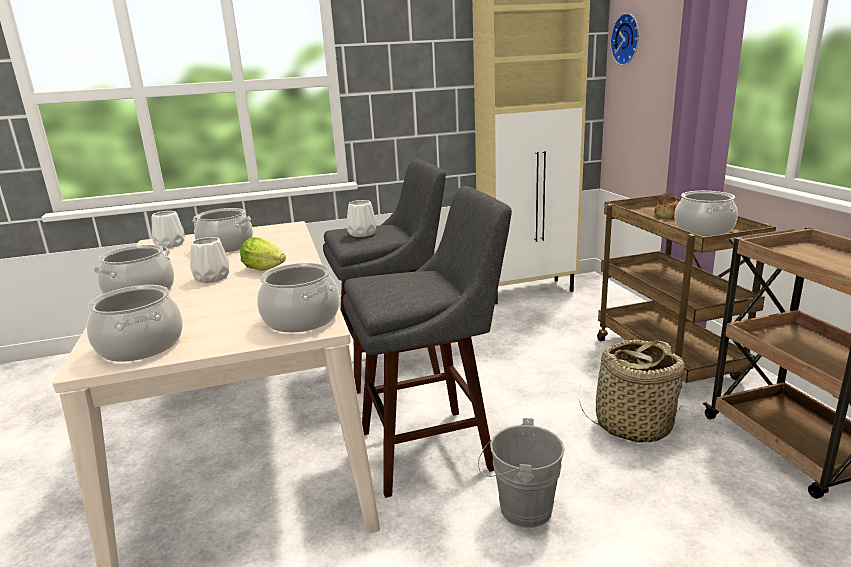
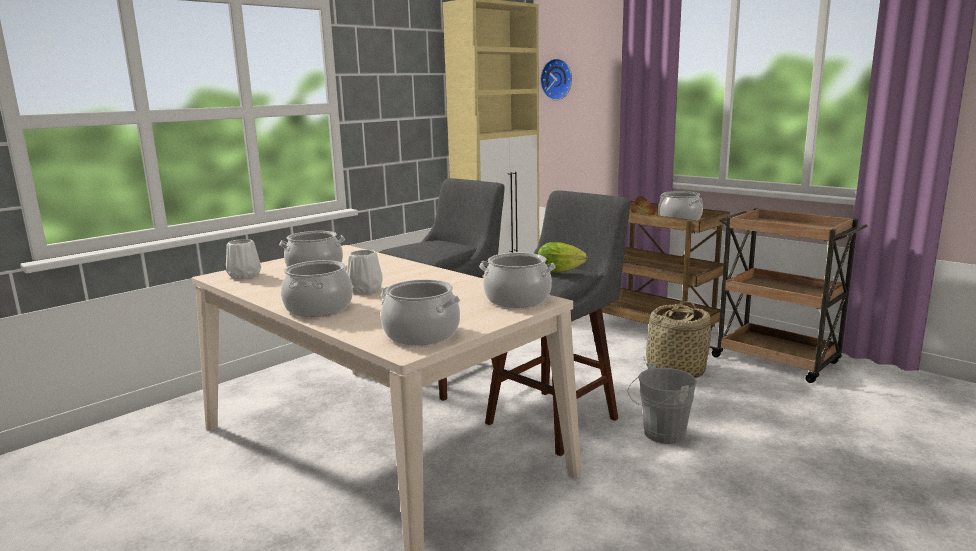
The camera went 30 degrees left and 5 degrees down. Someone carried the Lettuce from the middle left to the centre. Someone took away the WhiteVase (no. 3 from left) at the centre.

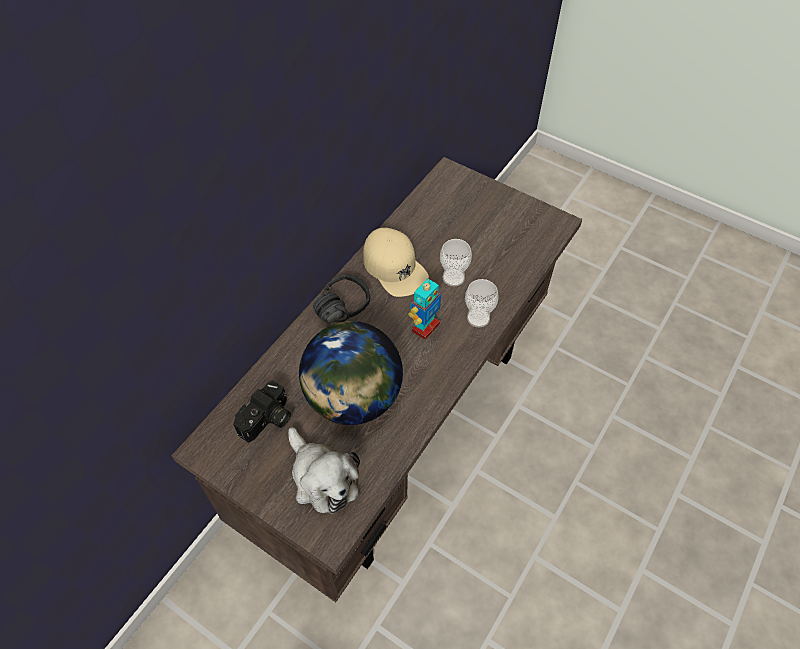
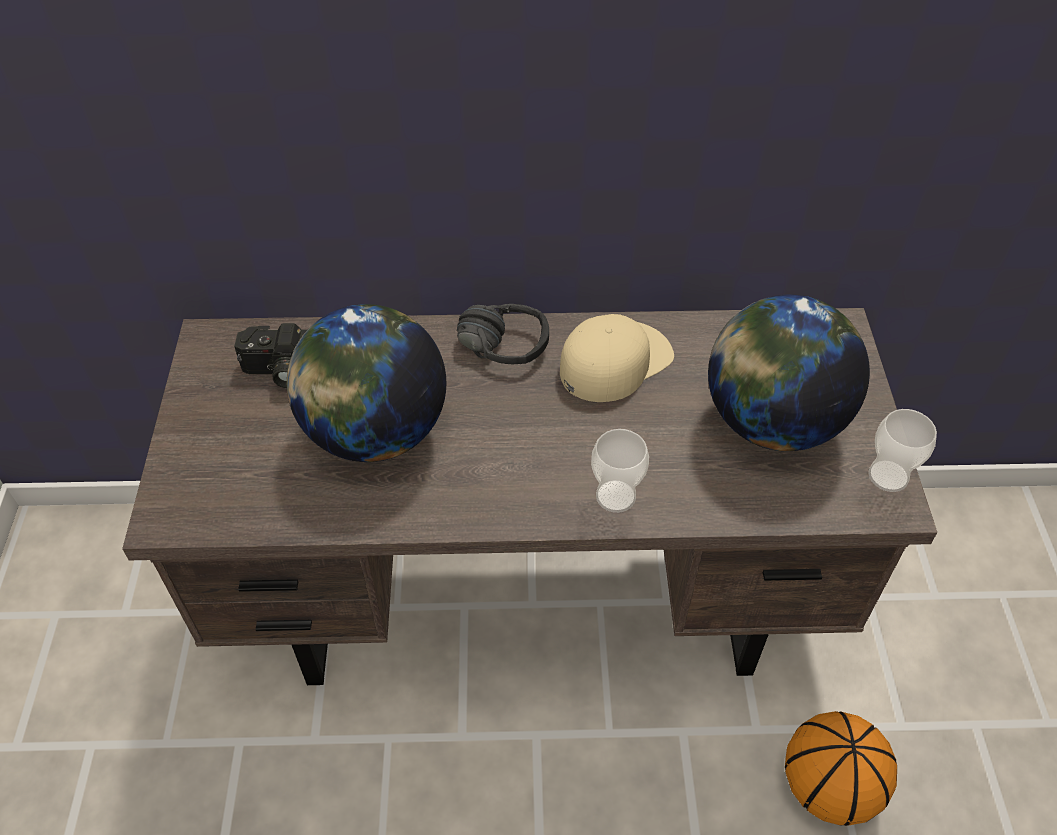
The camera went 55 degrees right and 5 degrees down. Someone took away the PlushToy at the bottom centre. Someone rotated the BeigeCap at the centre by 150 degrees counterclockwise. Someone took away the ToyRobot at the centre. Someone carried the Cup (no. 1 from left in the first image) from the centre to the middle right. Someone put down the Globe (no. 2 from left) at the middle right. Someone put down the Basketball at the bottom right.

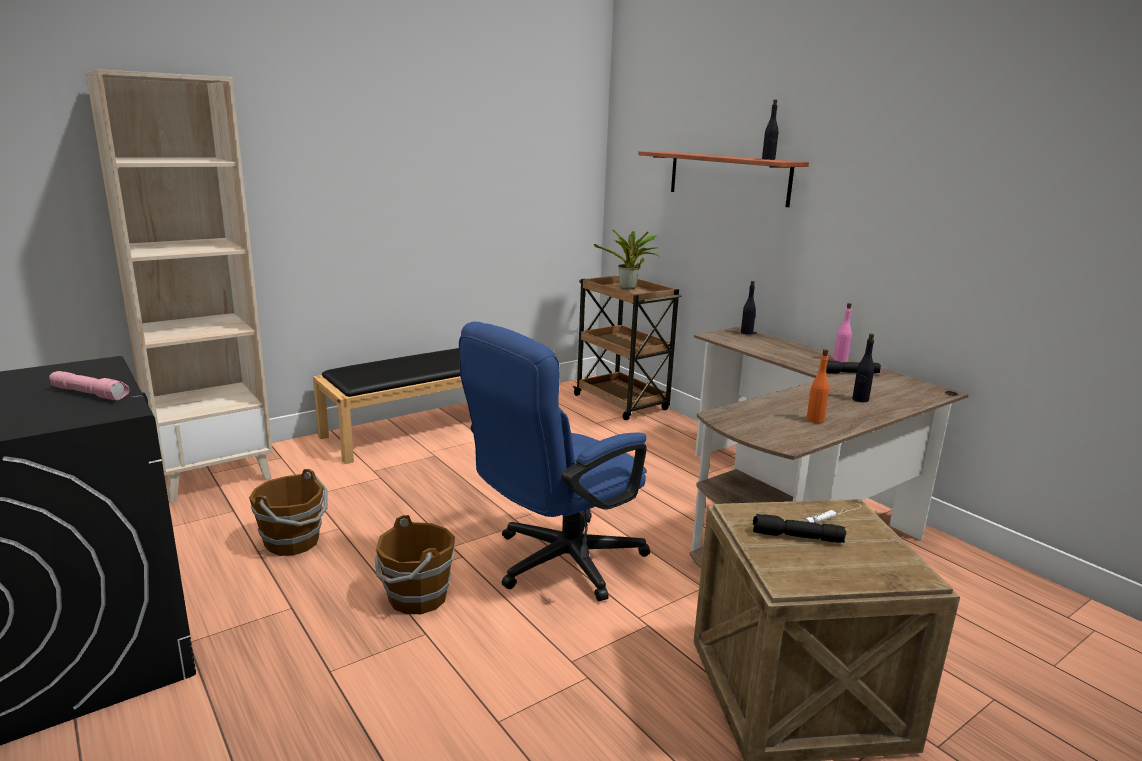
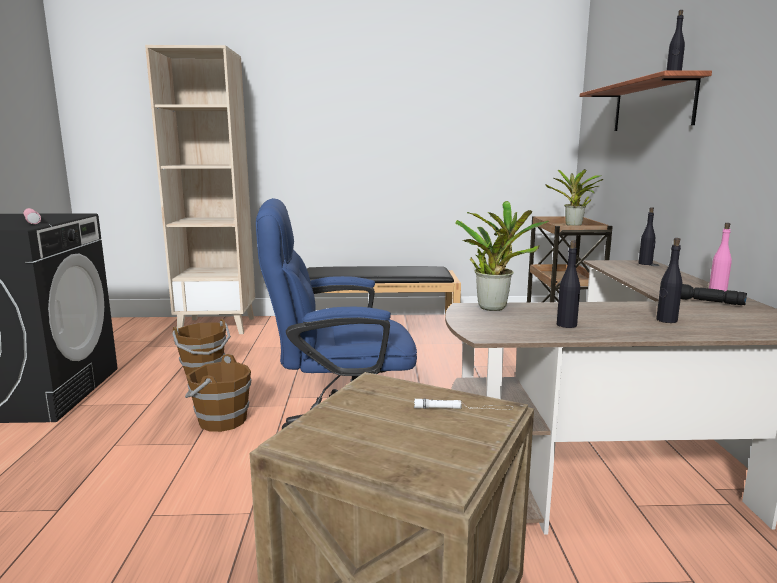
The camera went 35 degrees right and 5 degrees down. Someone took away the BlackFlashlight (no. 1 from left) at the bottom right. Someone repainted the OrangeBottle at the middle right, which became the BlackBottle (no. 1 from left) at the middle right. Someone put down the PottedPlant (no. 1 from left) at the centre.

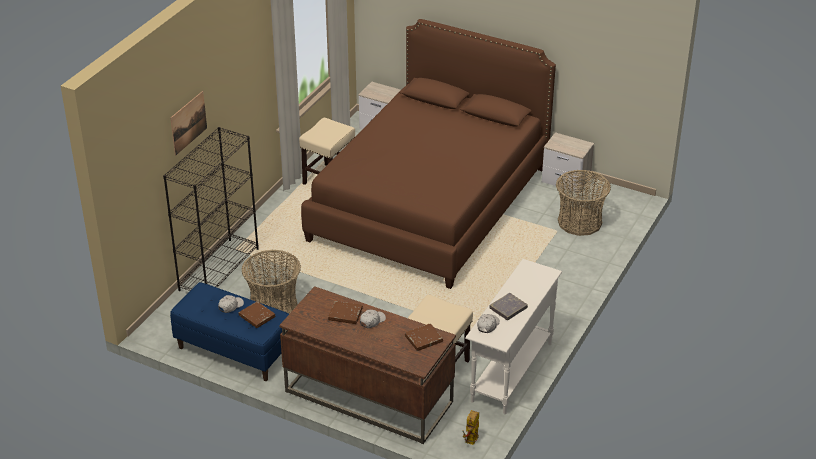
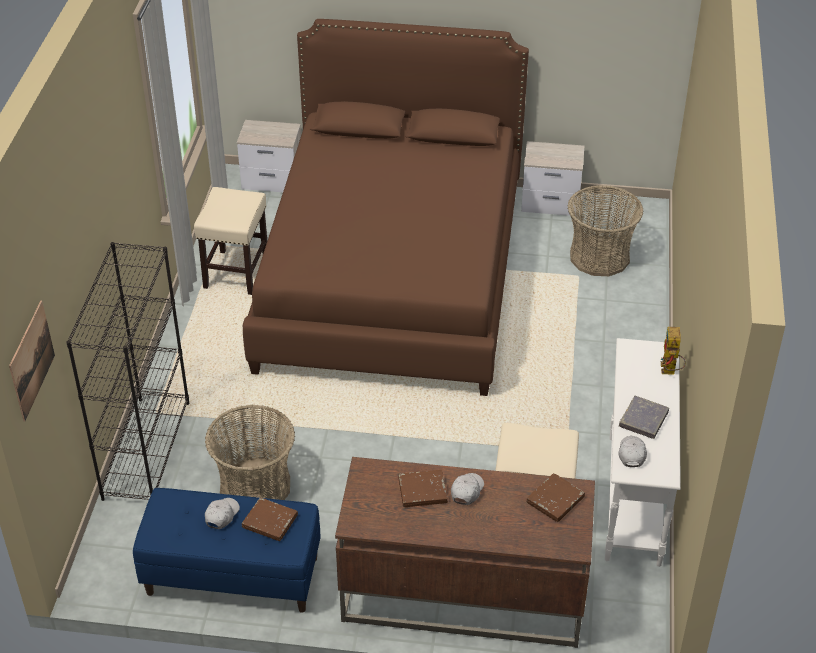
The camera went 20 degrees left and 5 degrees up. Someone carried the Picture from the top left to the middle left. Someone carried the ToyRobot from the bottom centre to the middle right.

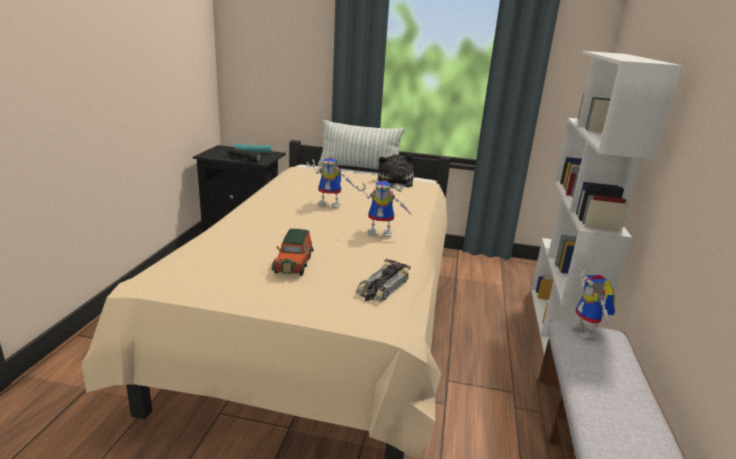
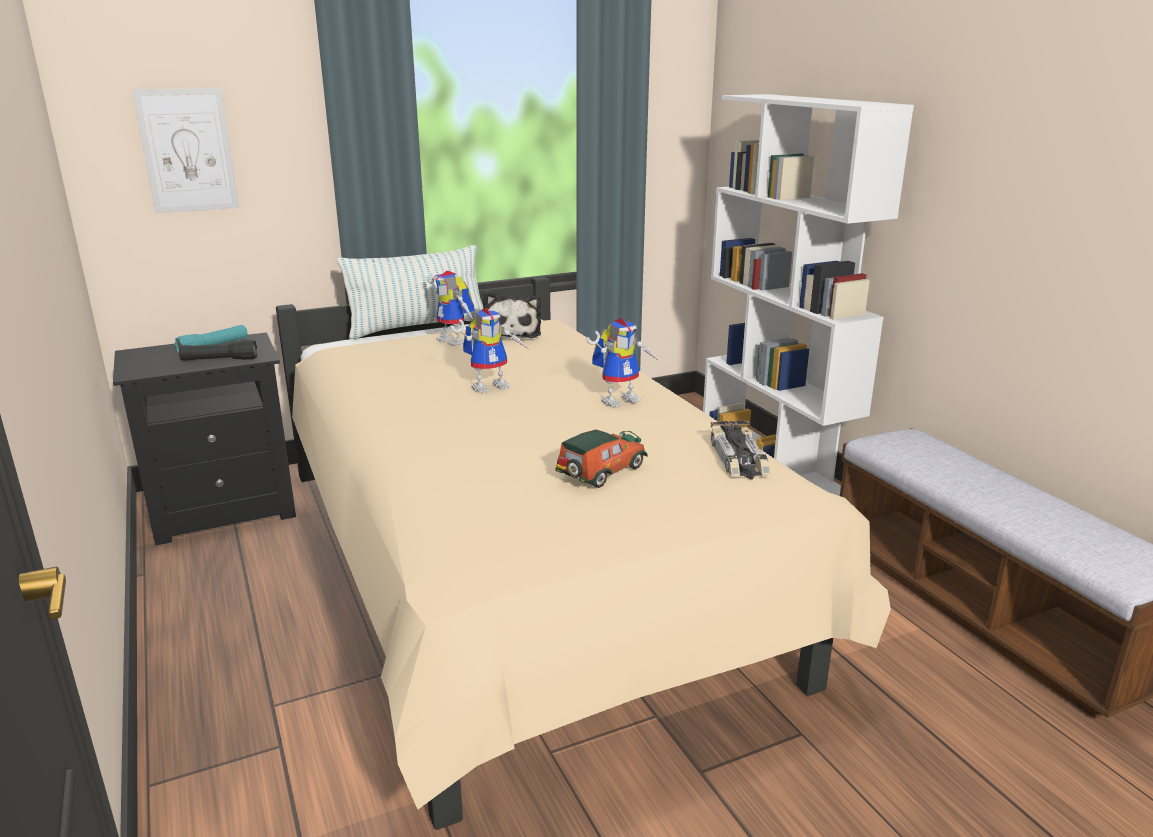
The camera went 35 degrees left and 0 degrees up. Someone rotated the ToyCar (no. 1 from left) at the centre by 105 degrees counterclockwise. Someone rotated the PlushToy at the centre by 150 degrees counterclockwise. Someone carried the ToyRobot (no. 3 from left in the first image) from the middle right to the centre. Someone put up the Picture at the top left.

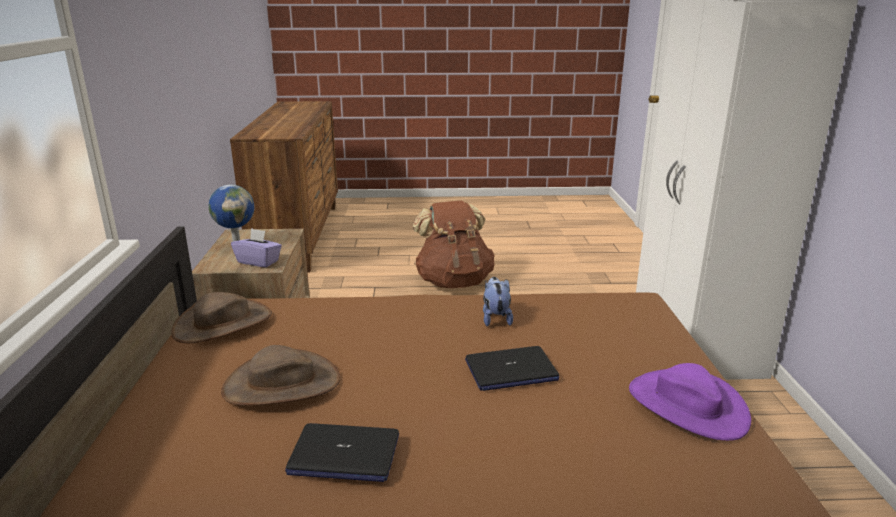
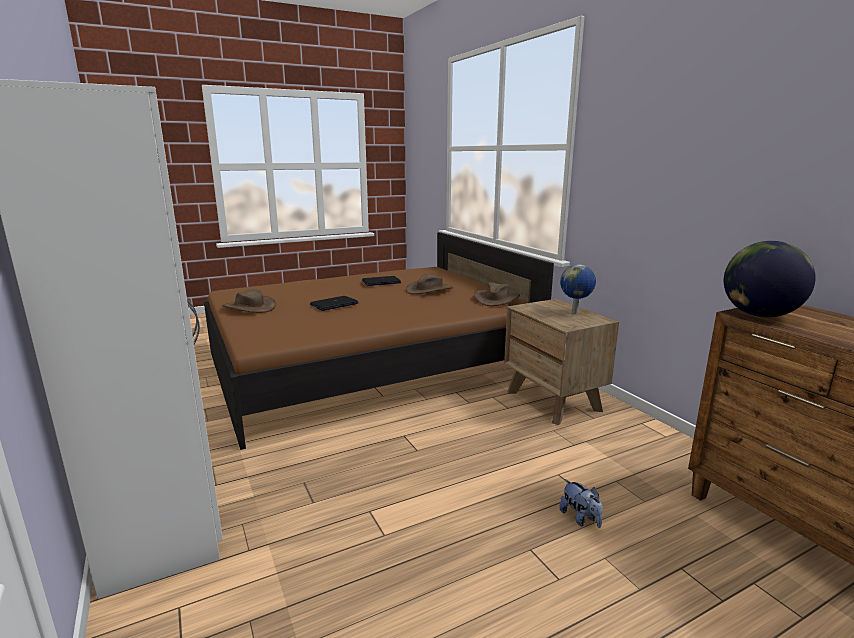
The camera went 155 degrees right and 5 degrees down. Someone took away the PurpleTissueBox at the middle left. Someone took away the BrownBackpack at the centre. Someone carried the PlushToy from the centre to the bottom right. Someone repainted the PurpleHat at the bottom right, which became the BrownHat (no. 1 from left) at the middle left. Someone put down the Globe (no. 2 from left) at the middle right.

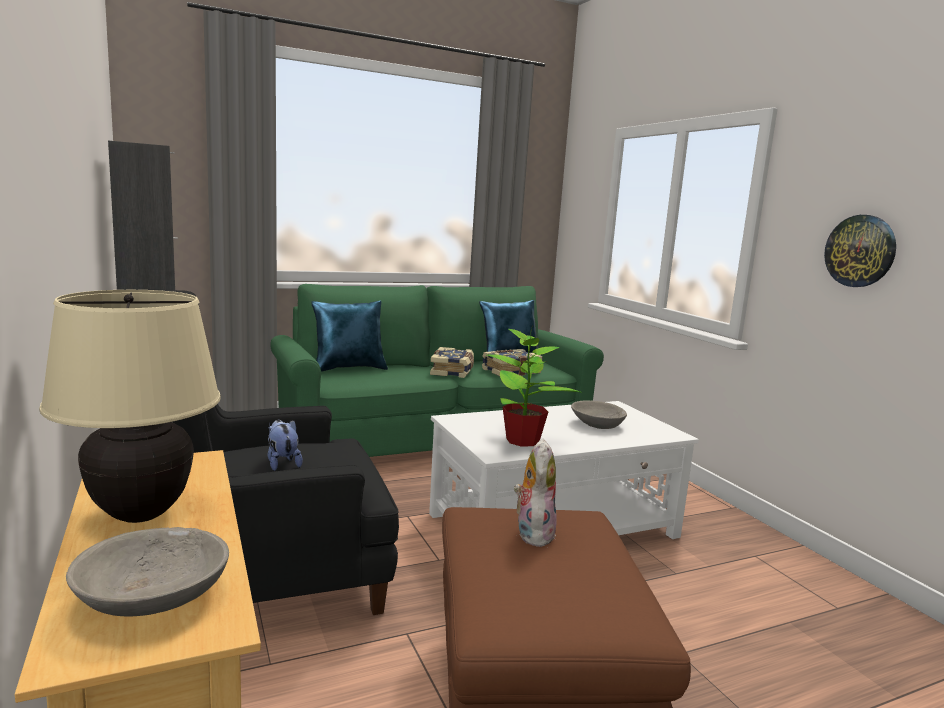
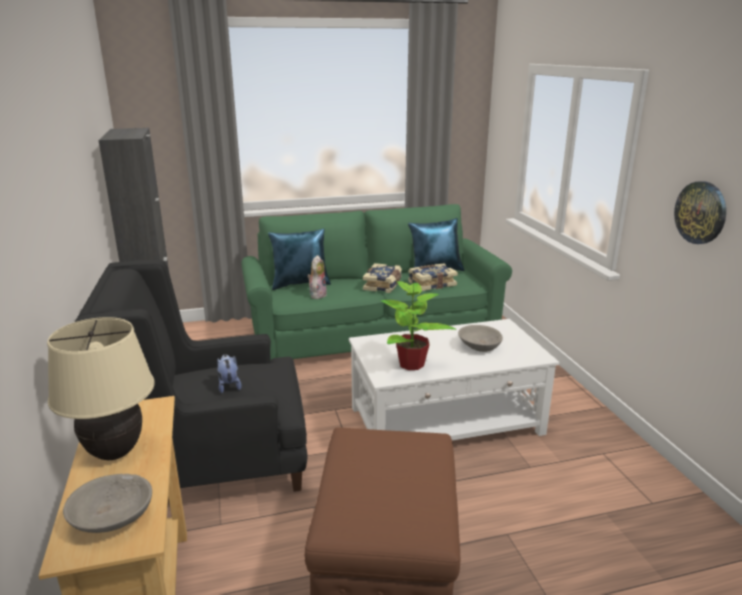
The camera went 10 degrees right and 10 degrees up. Someone carried the PlushToy (no. 2 from left) from the bottom centre to the centre.

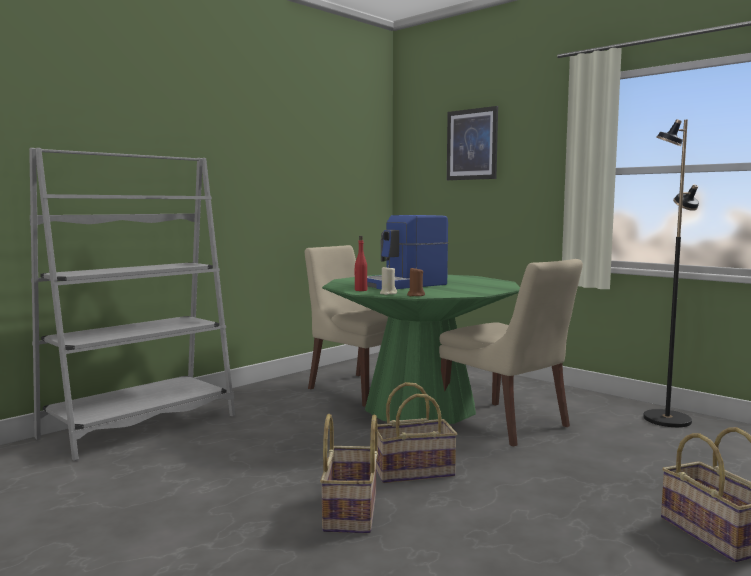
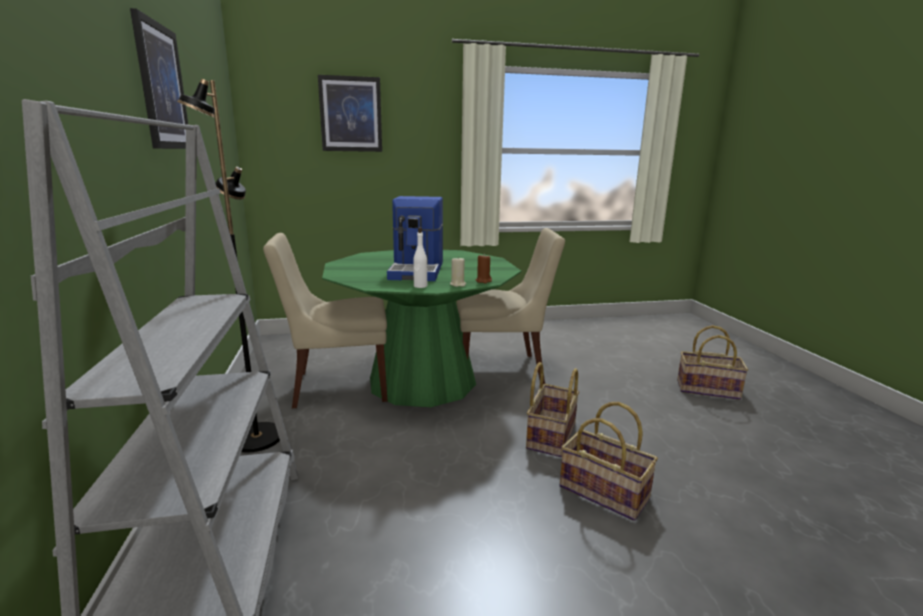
The camera went 55 degrees left and 10 degrees up. Someone repainted the RedBottle at the centre, which became the WhiteBottle at the centre. Someone carried the BlackFloorLamp from the middle right to the middle left. Someone put up the Picture (no. 1 from left) at the top left.

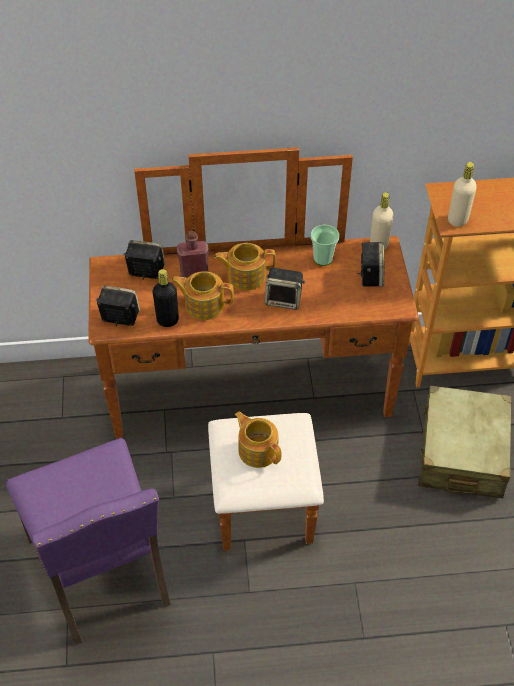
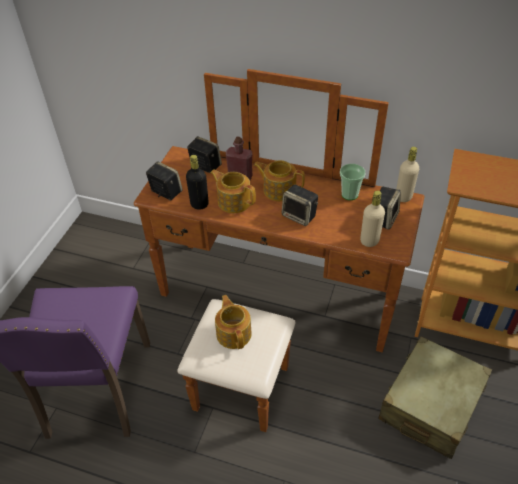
The camera went 25 degrees right and 5 degrees down. Someone carried the BeigeBottle (no. 2 from left in the first image) from the top right to the middle right.

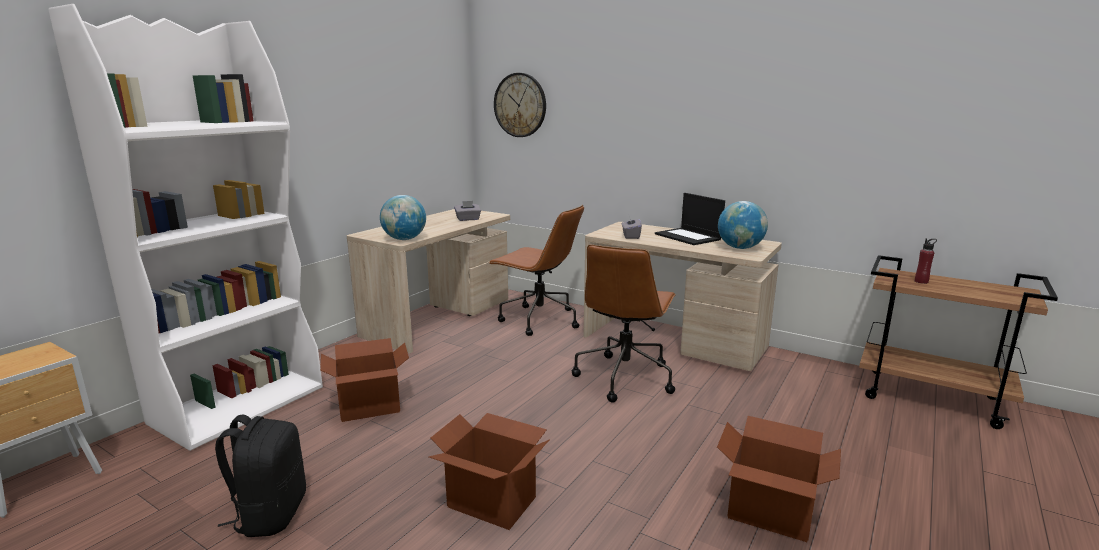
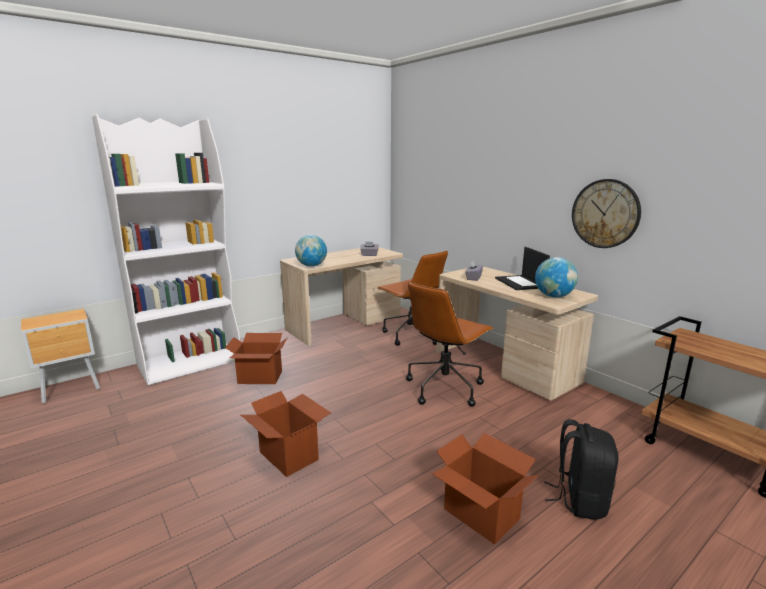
The camera went 20 degrees right and 0 degrees up. Someone carried the BlackBackpack from the bottom left to the bottom right. Someone carried the WallClock from the top centre to the middle right. Someone took away the RedBottle at the middle right.

